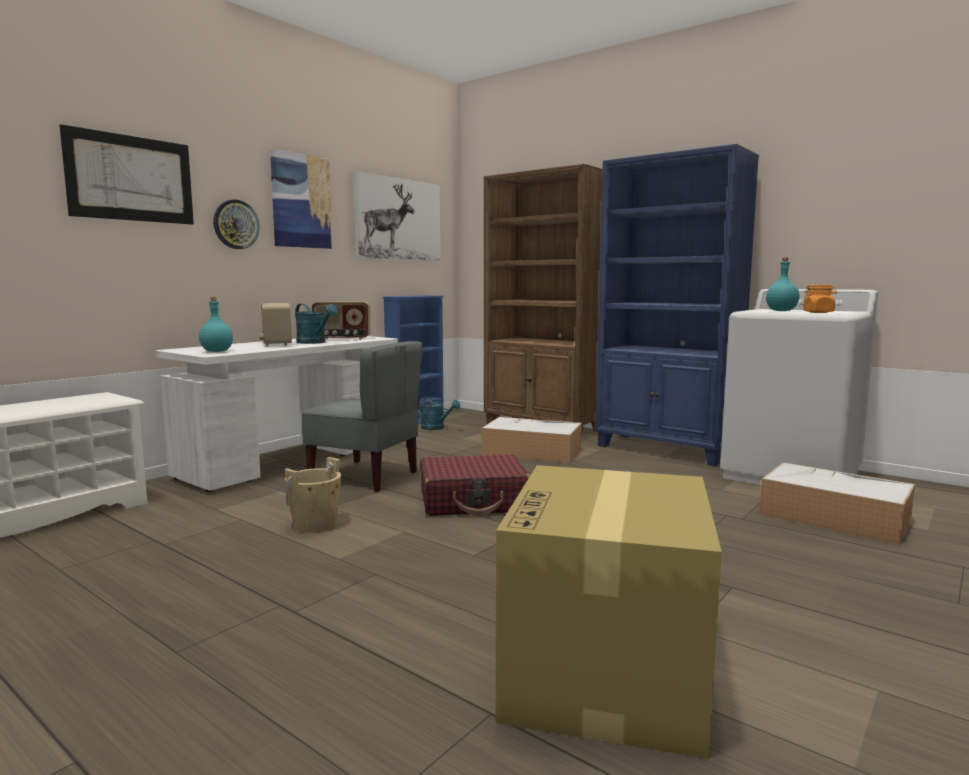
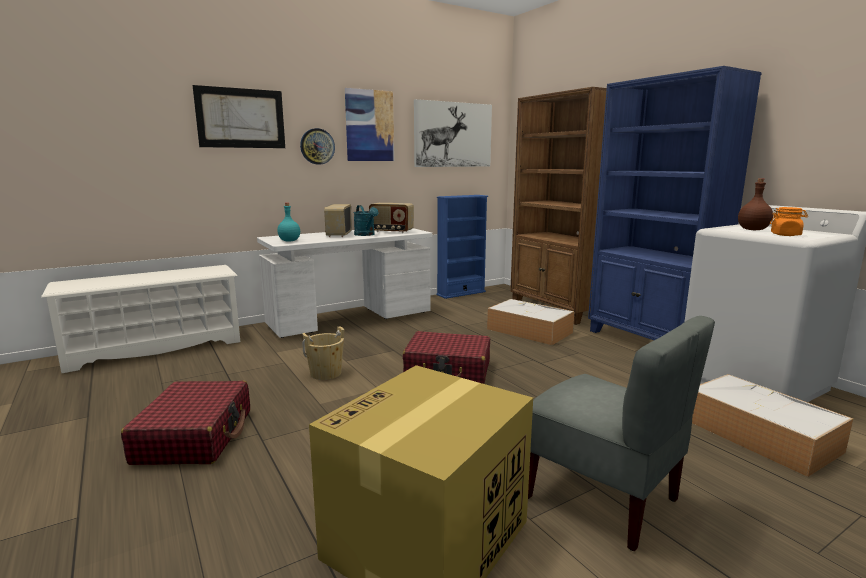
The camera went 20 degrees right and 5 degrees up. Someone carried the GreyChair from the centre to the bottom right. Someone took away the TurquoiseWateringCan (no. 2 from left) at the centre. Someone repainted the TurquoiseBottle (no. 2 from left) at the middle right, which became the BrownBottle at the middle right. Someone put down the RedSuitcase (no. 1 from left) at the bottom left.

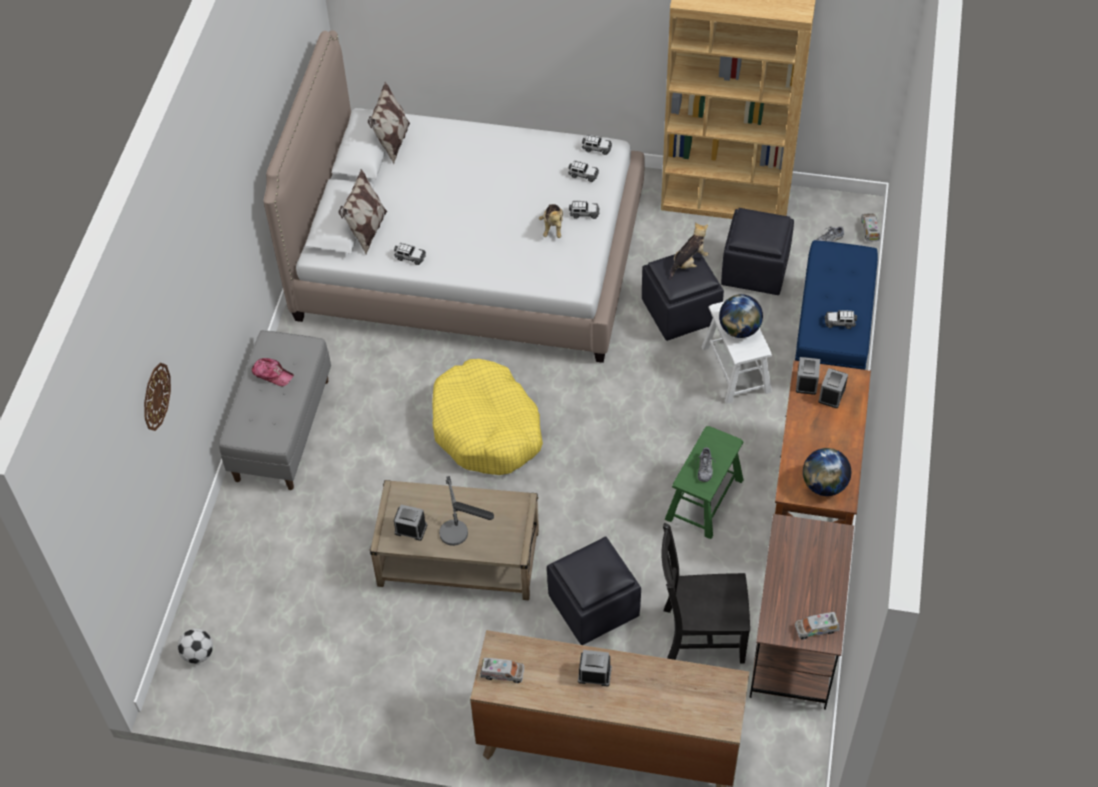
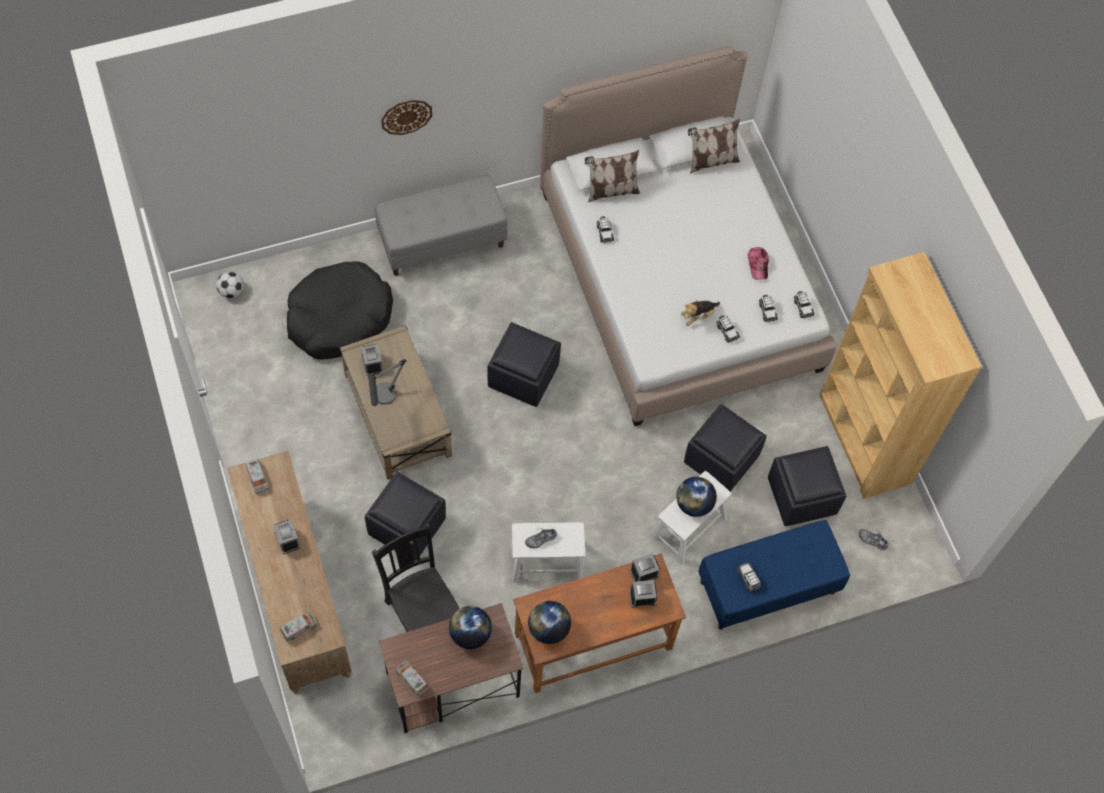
The camera went 55 degrees right and 10 degrees up. Someone carried the WallClock from the middle left to the top centre. Someone carried the Cap from the middle left to the top right. Someone swapped the YellowDogBed at the centre for the BlackOttoman (no. 2 from left) at the centre. Someone repainted the GreenStool at the centre, which became the WhiteStool (no. 1 from left) at the bottom centre. Someone took away the PlushToy (no. 2 from left) at the top centre. Someone carried the ToyTruck (no. 3 from left in the first image) from the top right to the bottom left. Someone put down the BlackDogBed at the middle left. Someone put down the Globe (no. 1 from left) at the bottom centre.

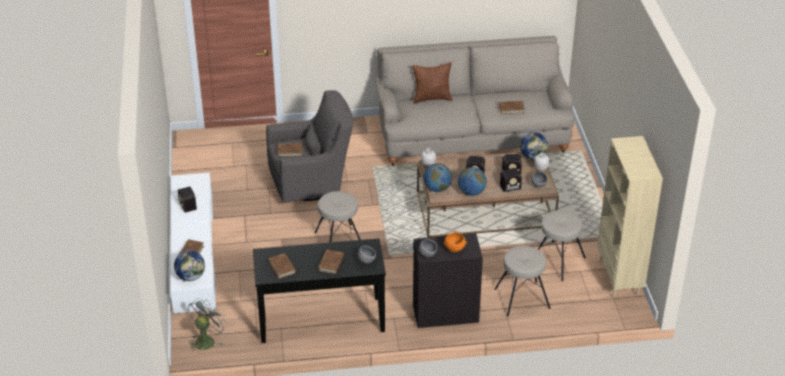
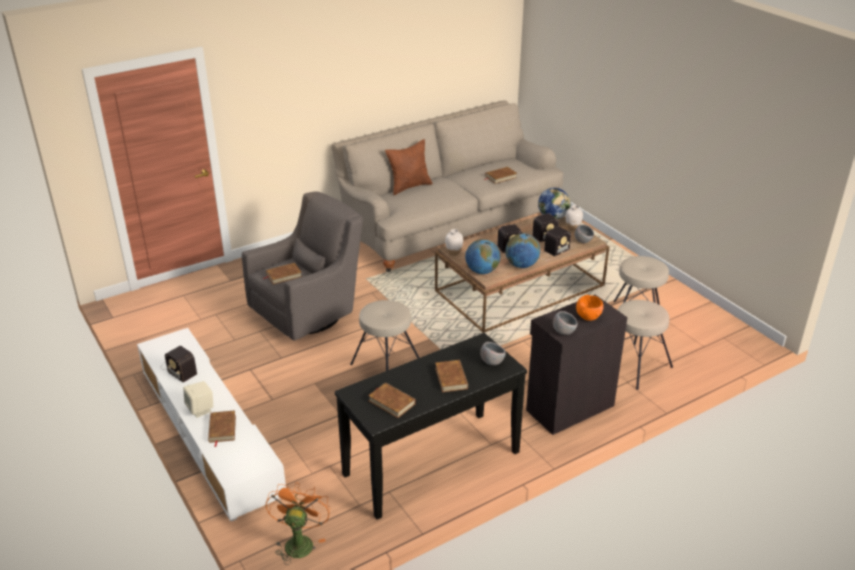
The camera went 25 degrees left and 5 degrees down. Someone took away the Globe (no. 1 from left) at the bottom left. Someone repainted the GreyFan at the bottom left, which became the OrangeFan at the bottom centre. Someone took away the BeigeBookcase at the middle right. Someone put down the BeigeSpeaker at the bottom left.

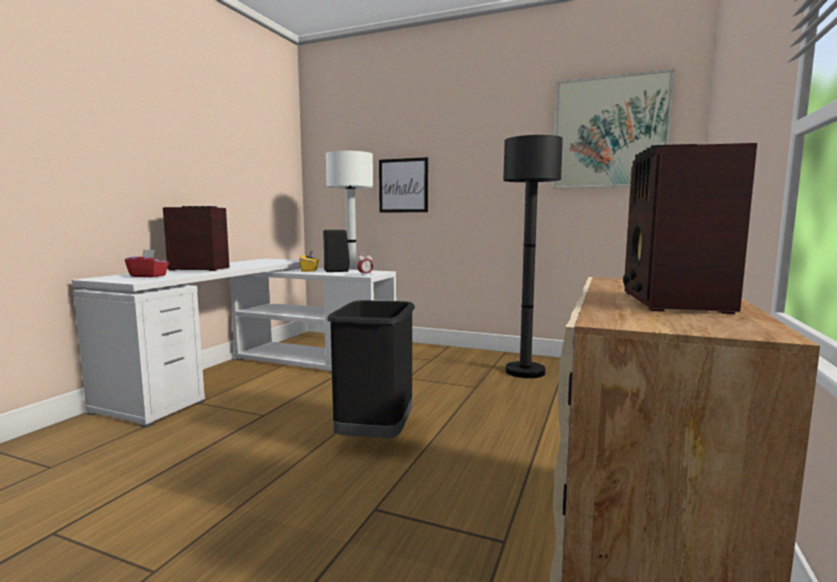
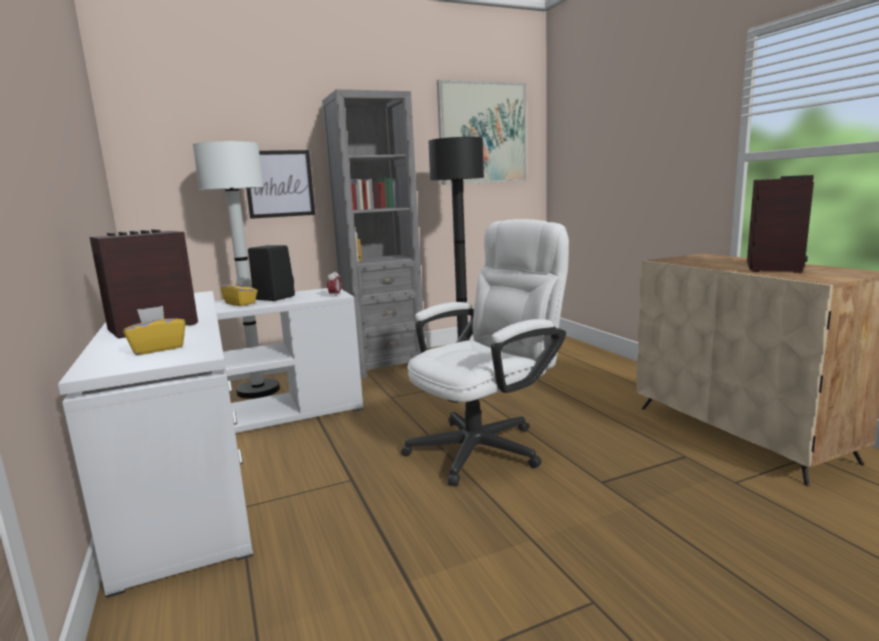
The camera went 45 degrees left and 5 degrees up. Someone repainted the RedTissueBox at the middle left, which became the YellowTissueBox (no. 1 from left) at the middle left. Someone swapped the BlackTrashCan at the centre for the WhiteOfficeChair at the centre. Someone rotated the Radio (no. 2 from left) at the middle right by 120 degrees counterclockwise. Someone put down the GreyBookcase at the centre.

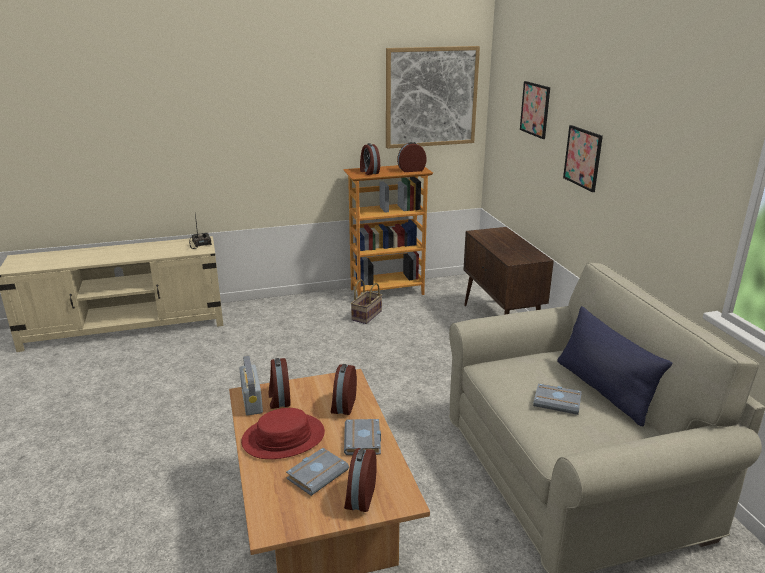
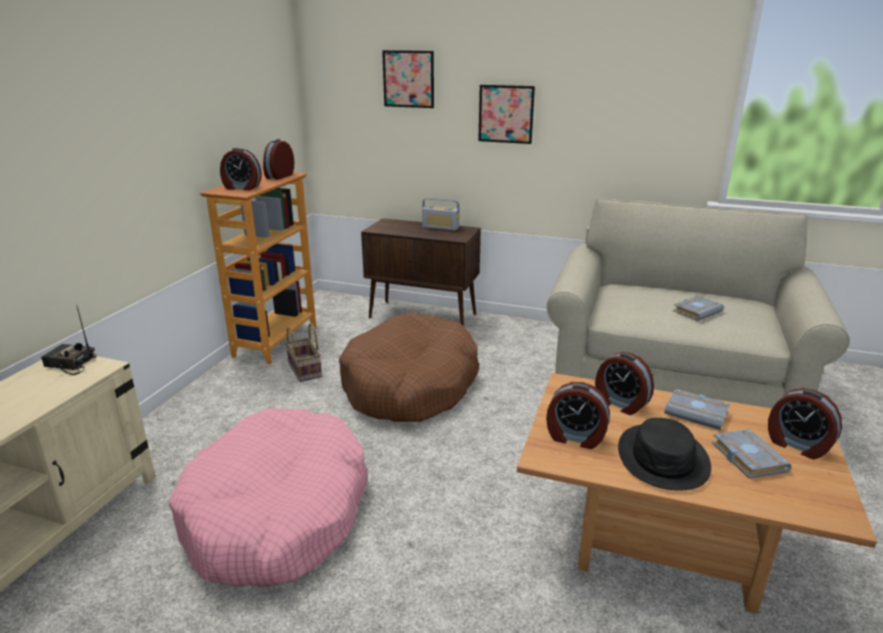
The camera went 55 degrees left and 0 degrees up. Someone carried the Radio (no. 2 from left) from the bottom left to the centre. Someone repainted the RedHat at the bottom centre, which became the BlackHat at the bottom right. Someone took away the Picture (no. 1 from left) at the top centre. Someone took away the BluePillow at the middle right. Someone put down the PinkDogBed at the bottom left. Someone put down the BrownDogBed at the centre.

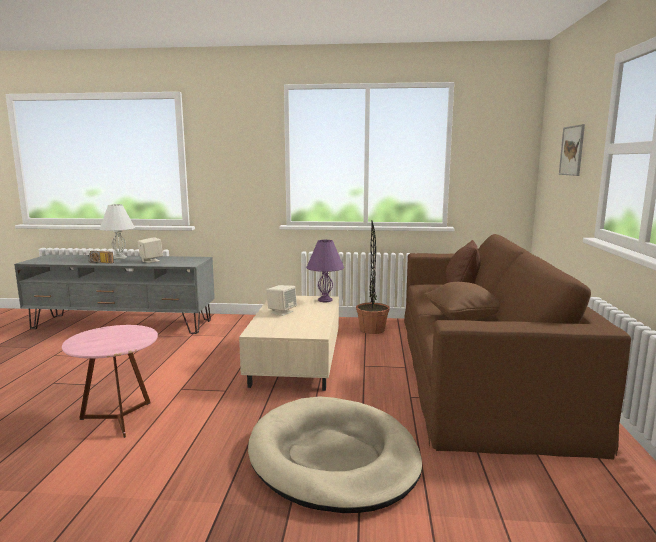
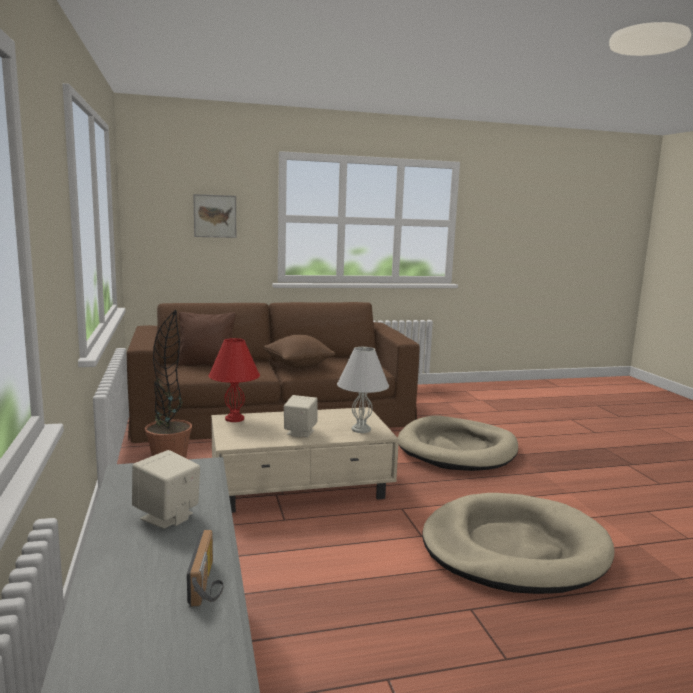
The camera went 110 degrees left and 0 degrees up. Someone swapped the PinkSideTable at the bottom left for the BeigeDogBed (no. 2 from left) at the bottom right. Someone carried the WhiteTableLamp from the middle left to the centre. Someone repainted the PurpleTableLamp at the centre, which became the RedTableLamp at the centre.

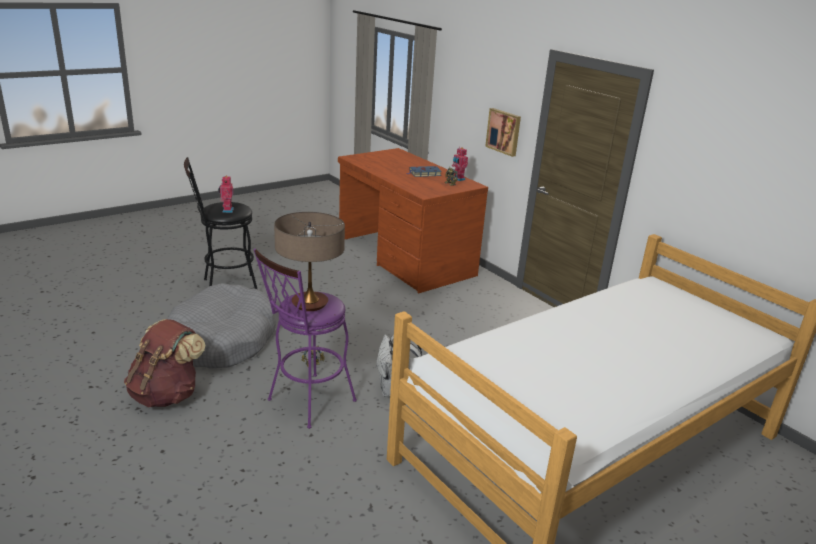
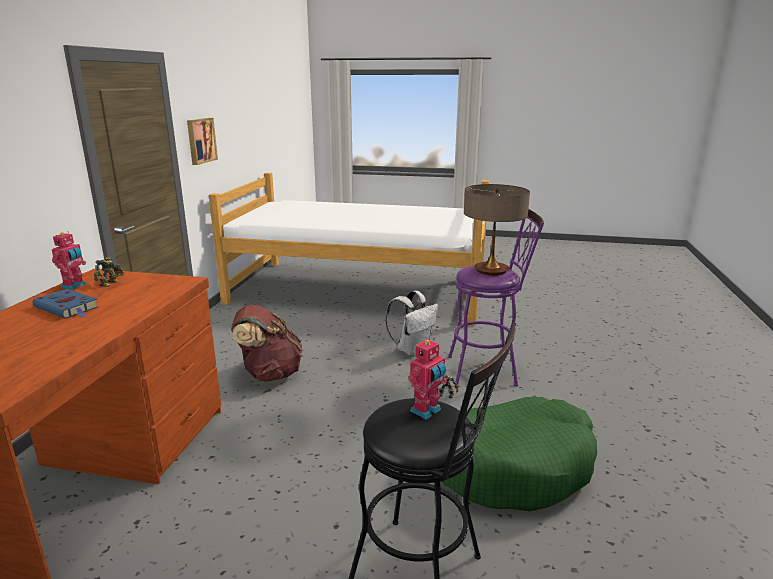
The camera went 130 degrees left and 5 degrees down. Someone carried the BrownBackpack from the bottom left to the centre. Someone repainted the GreyDogBed at the middle left, which became the GreenDogBed at the bottom right. Someone carried the Picture from the top centre to the top left.

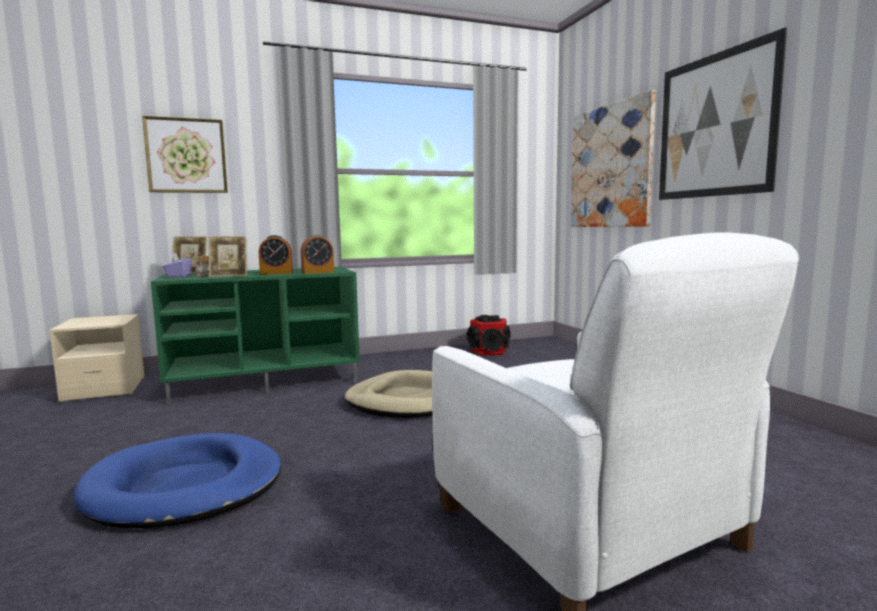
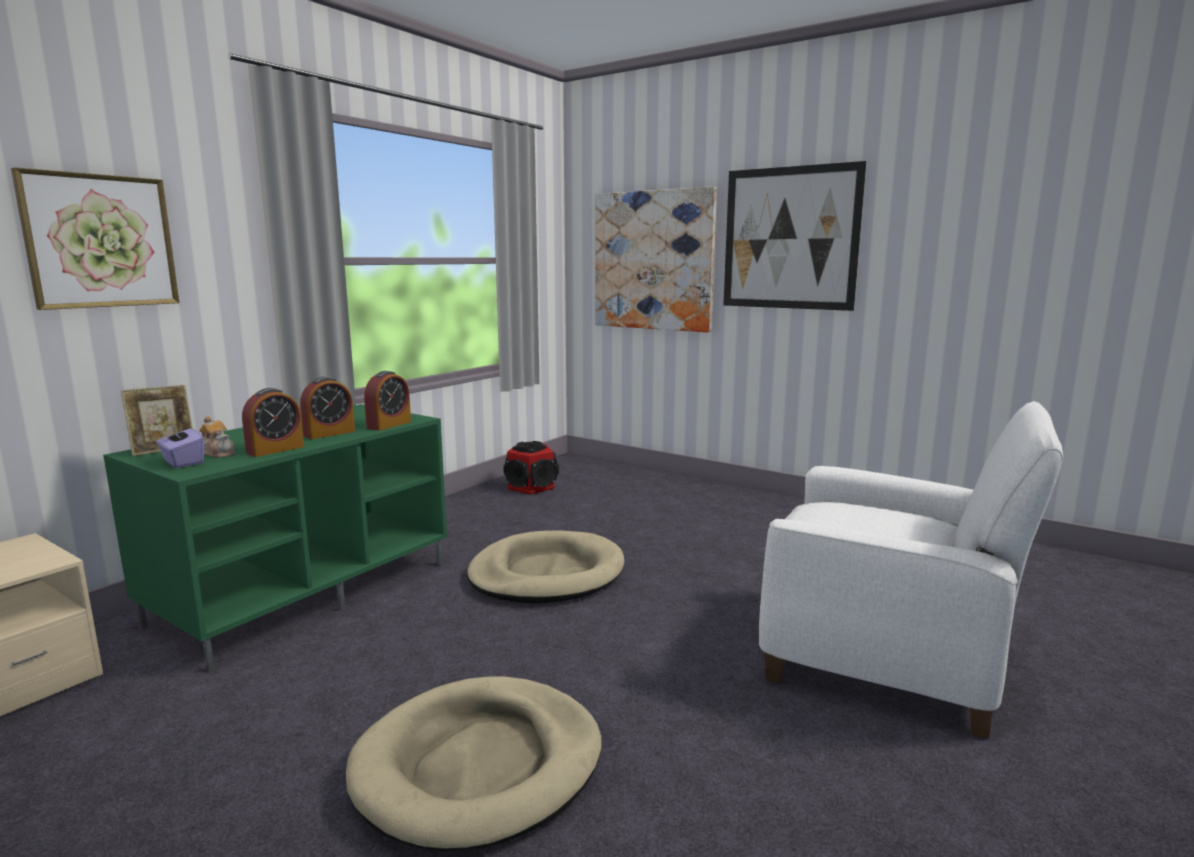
The camera went 35 degrees left and 5 degrees up. Someone repainted the BlueDogBed at the bottom left, which became the BeigeDogBed (no. 1 from left) at the bottom centre. Someone swapped the PictureFrame (no. 2 from left) at the middle left for the AlarmClock (no. 1 from left) at the middle left.

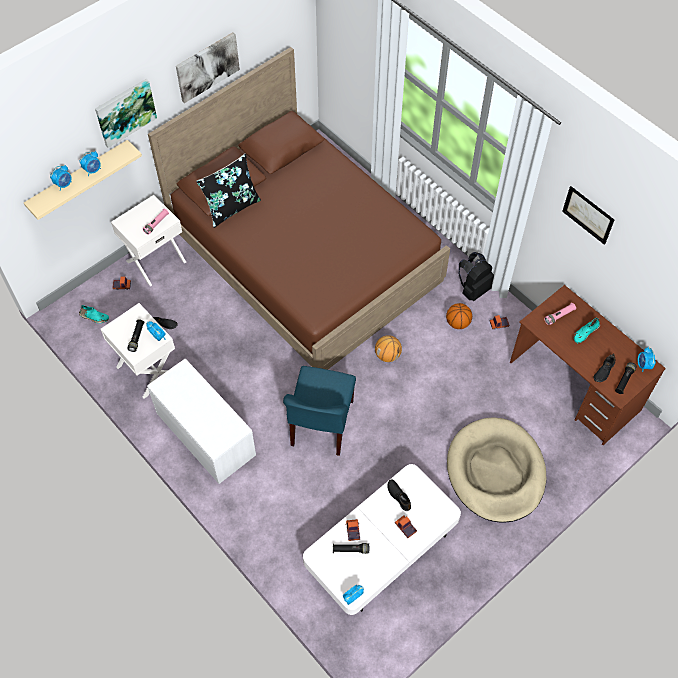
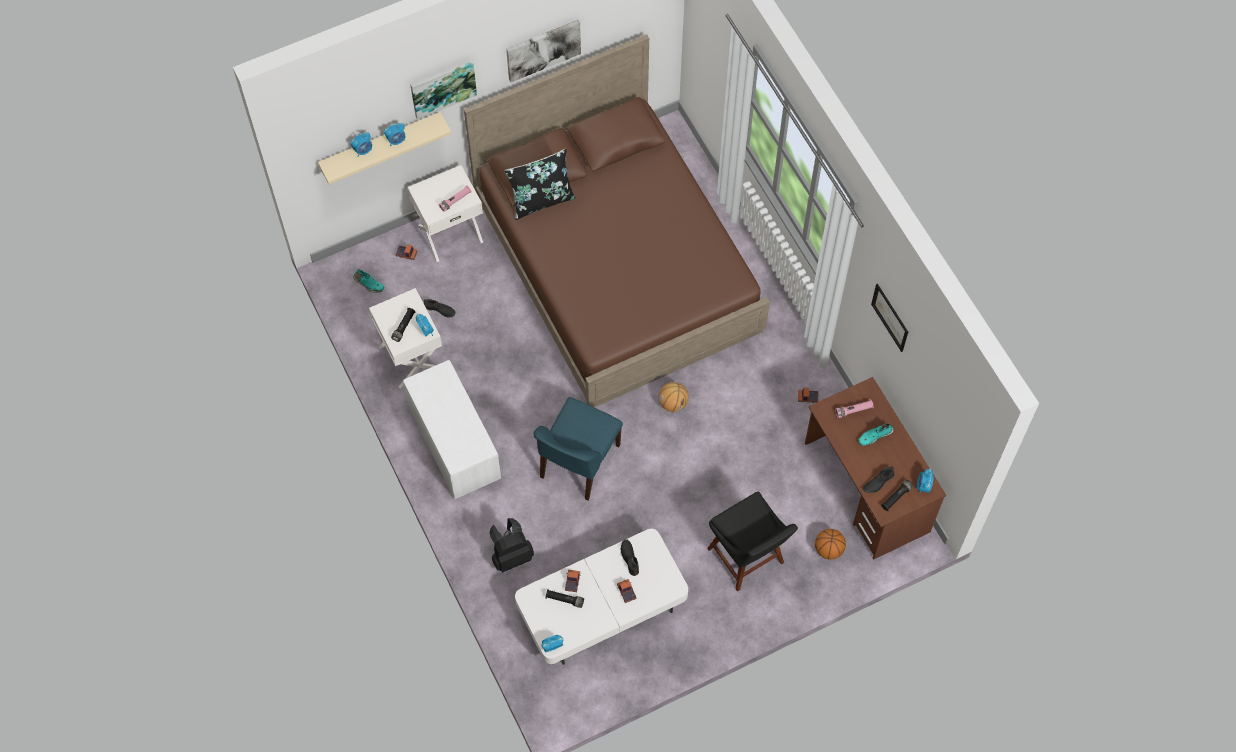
The camera went 15 degrees right and 5 degrees up. Someone carried the Basketball (no. 2 from left) from the middle right to the bottom right. Someone swapped the BeigeDogBed at the bottom right for the BlackChair at the bottom centre. Someone carried the BlackBackpack from the middle right to the bottom centre.

